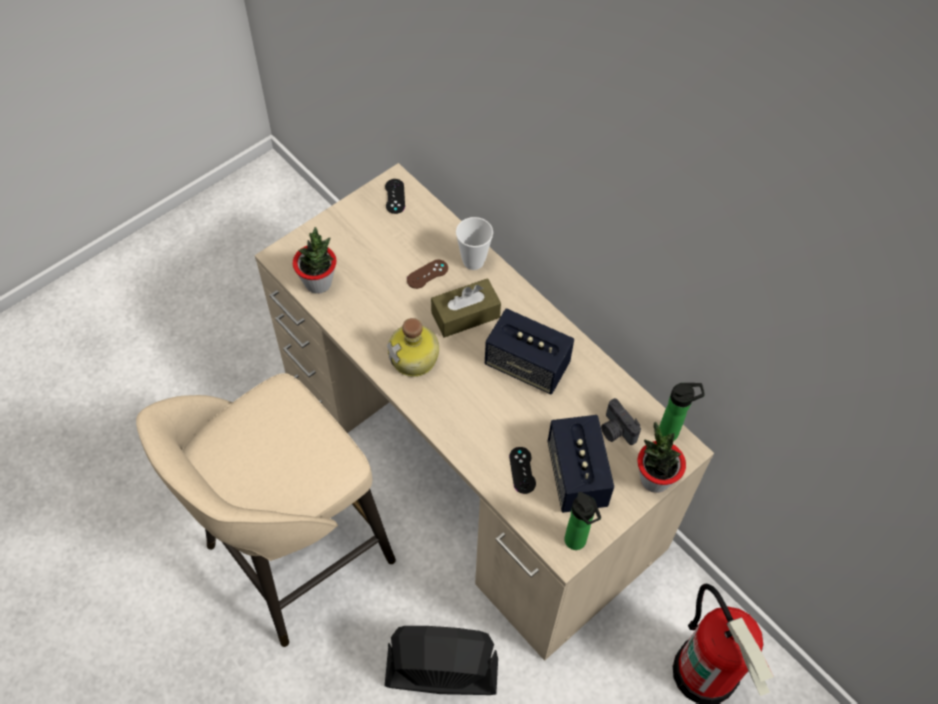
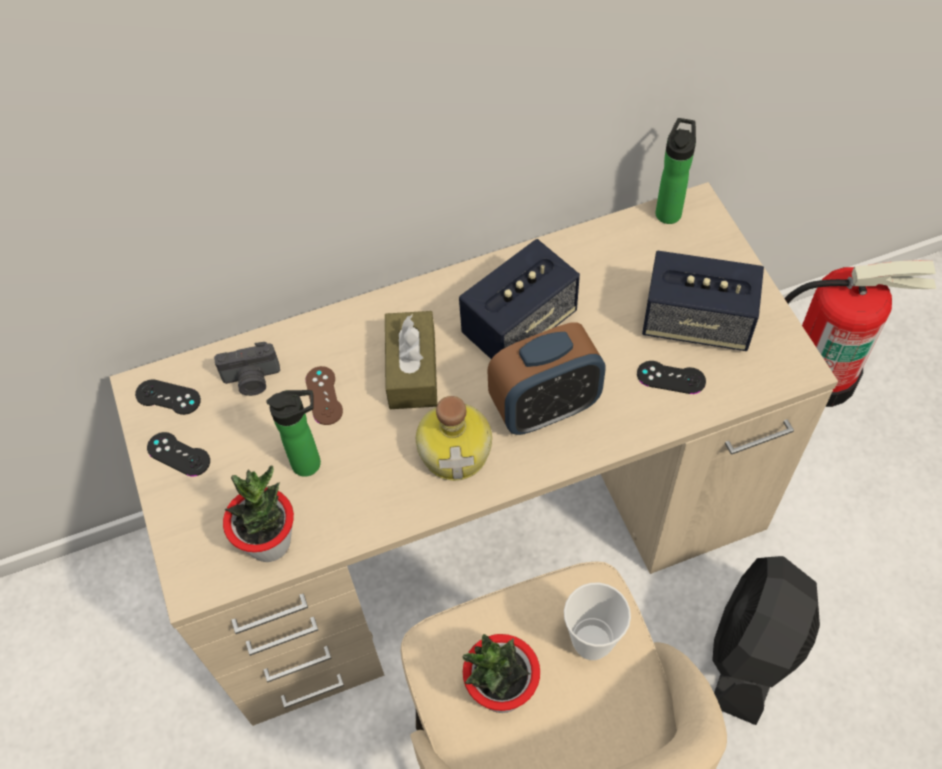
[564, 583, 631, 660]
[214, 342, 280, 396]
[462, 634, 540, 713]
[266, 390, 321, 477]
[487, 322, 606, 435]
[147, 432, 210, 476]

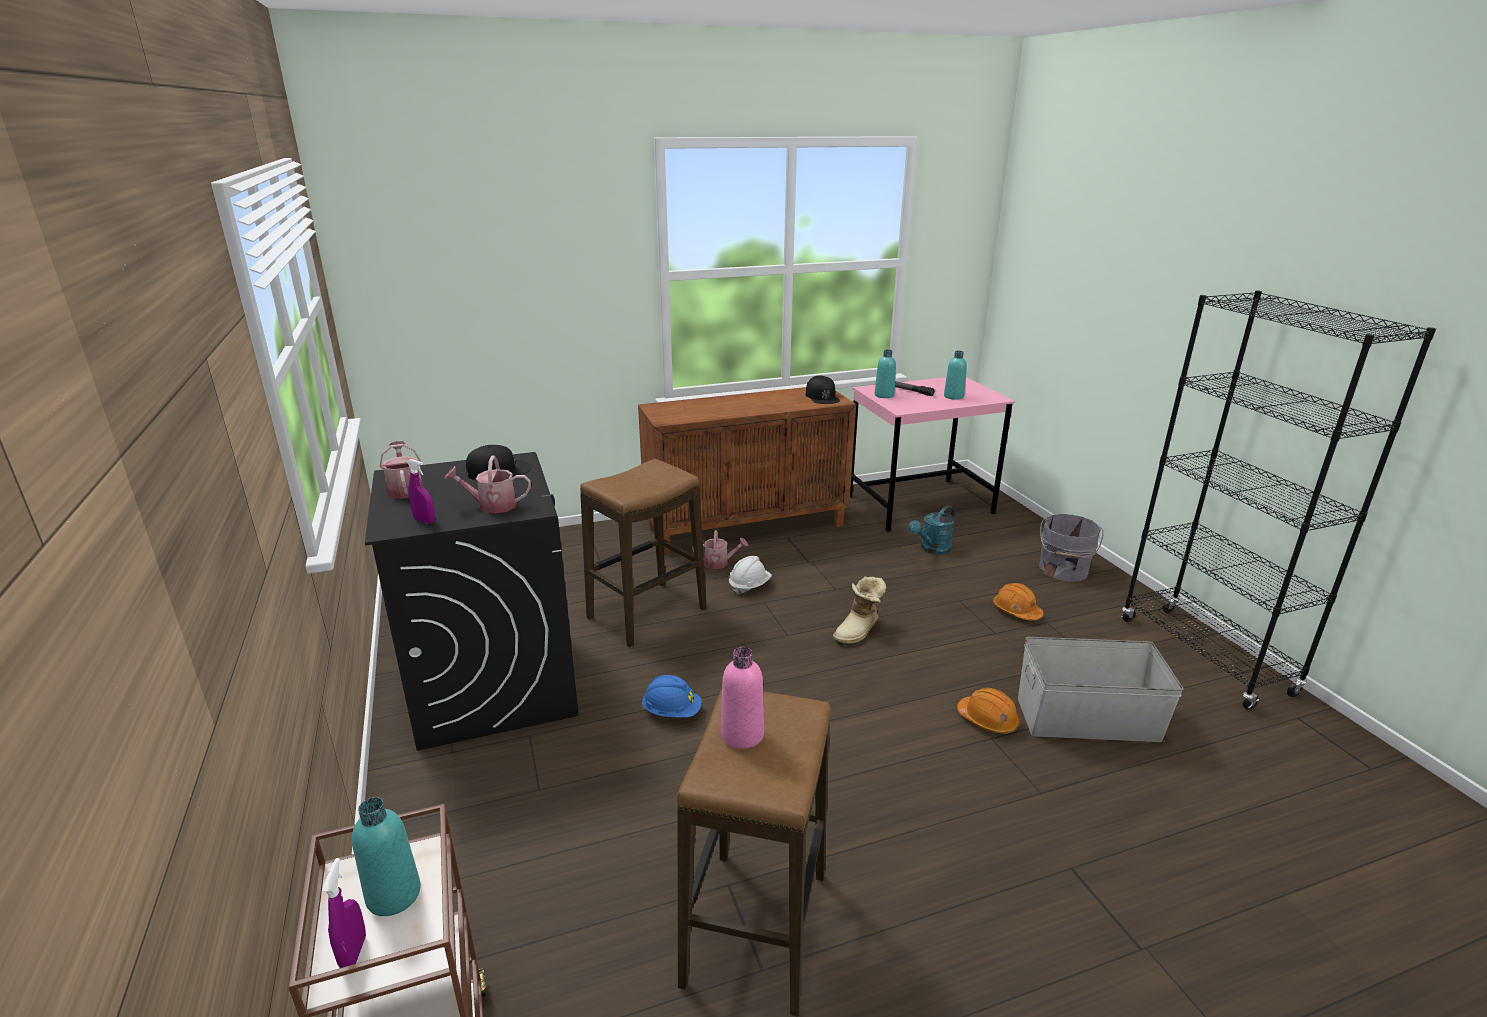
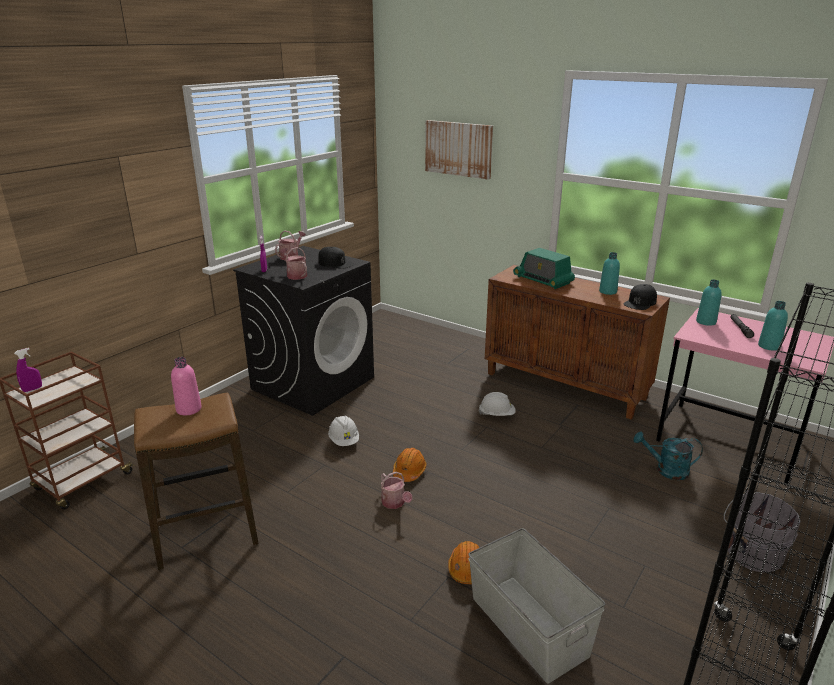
[580, 459, 707, 648] (first image)
[381, 472, 412, 509]
[833, 576, 887, 646] (first image)
[393, 448, 427, 482]
[328, 415, 359, 446]
[599, 252, 620, 295]
[425, 120, 493, 180]
[513, 248, 575, 289]

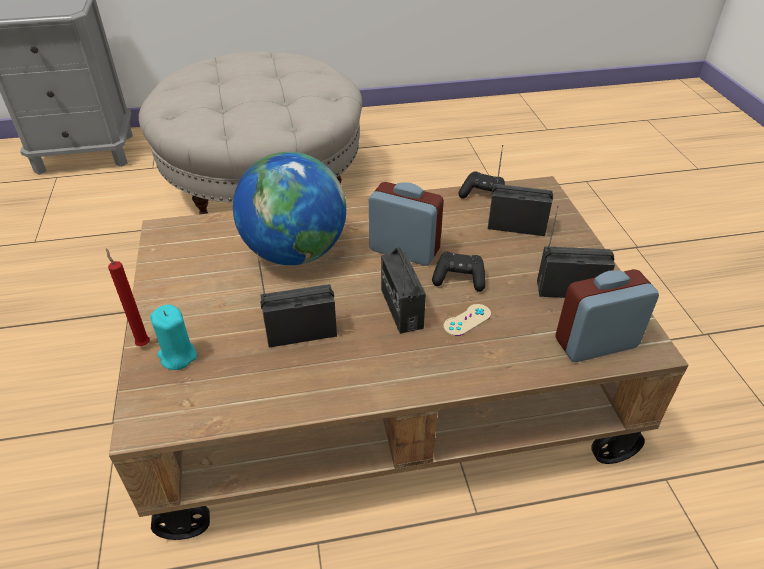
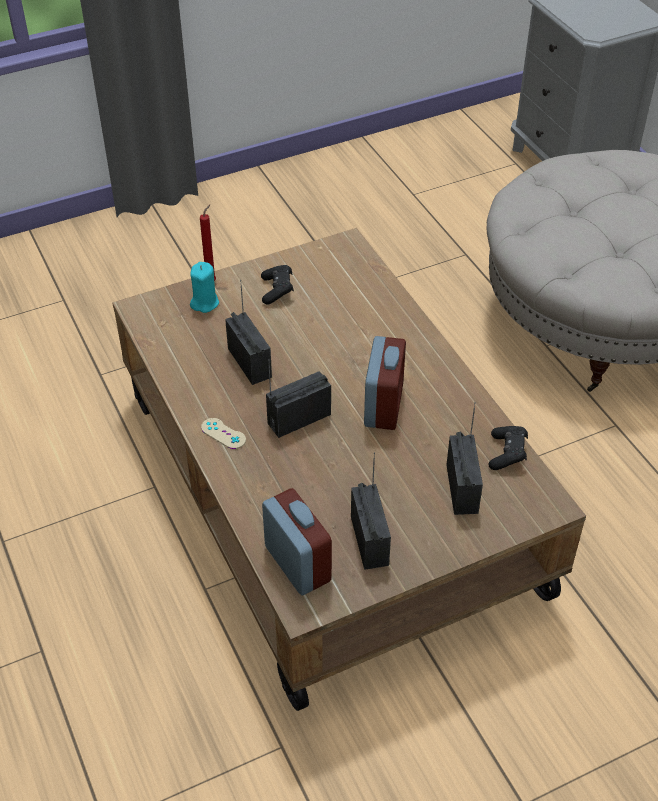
[233, 152, 346, 265] (first image)
[261, 265, 294, 305]
[201, 418, 246, 449]

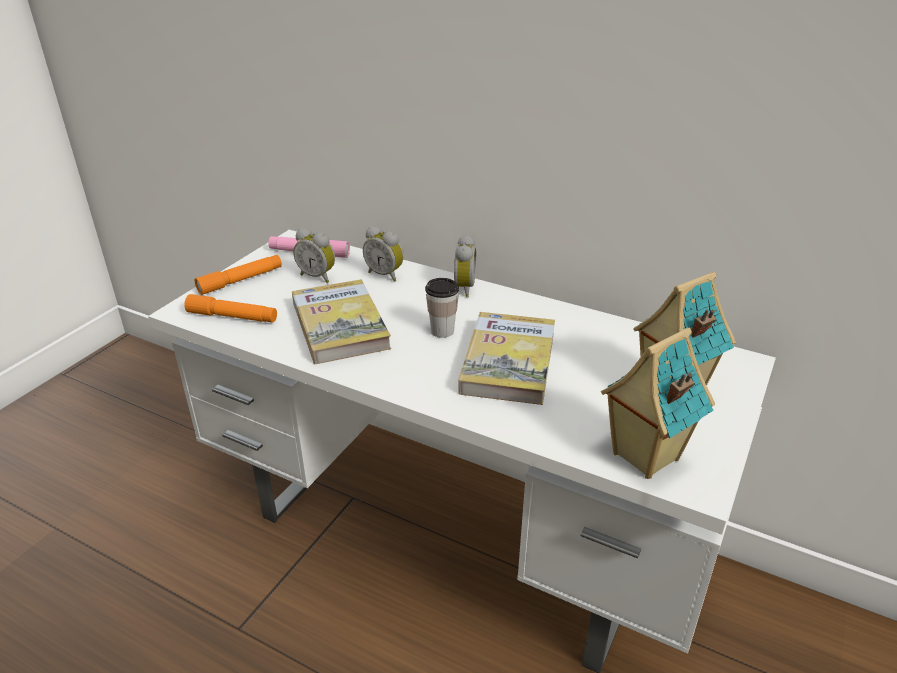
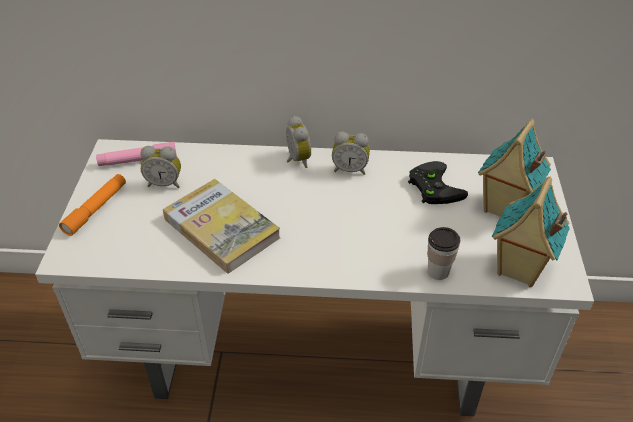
[332, 132, 370, 175]
[428, 227, 460, 280]
[184, 294, 277, 322] (first image)
[458, 312, 555, 405] (first image)
[408, 161, 468, 204]

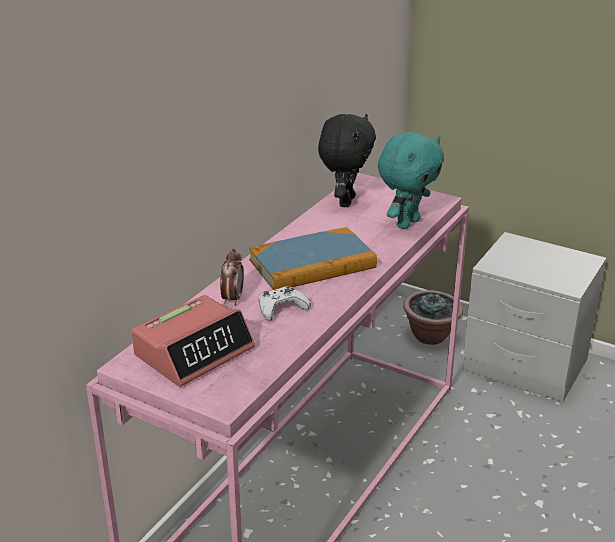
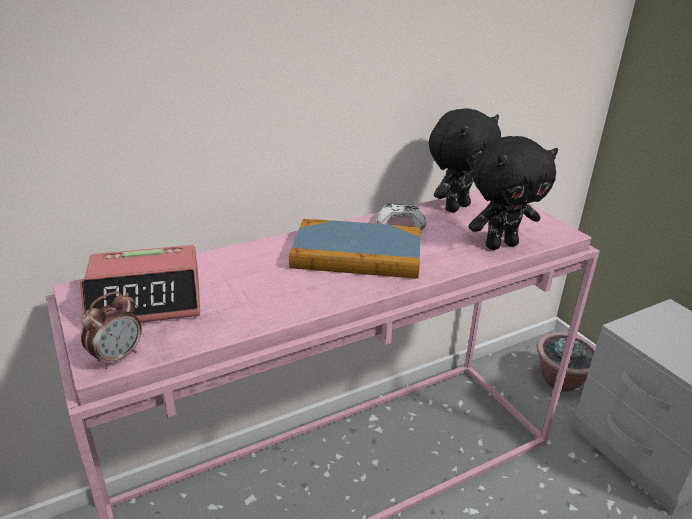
[469, 136, 558, 250]
[81, 291, 142, 369]
[377, 202, 426, 230]

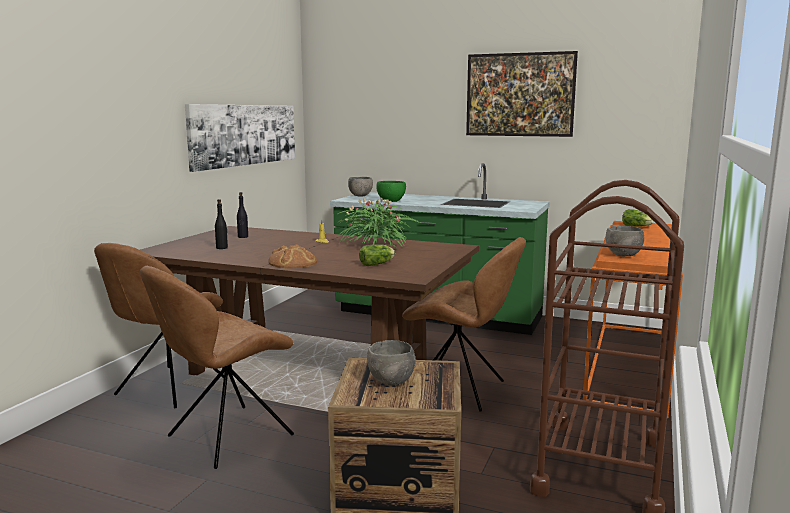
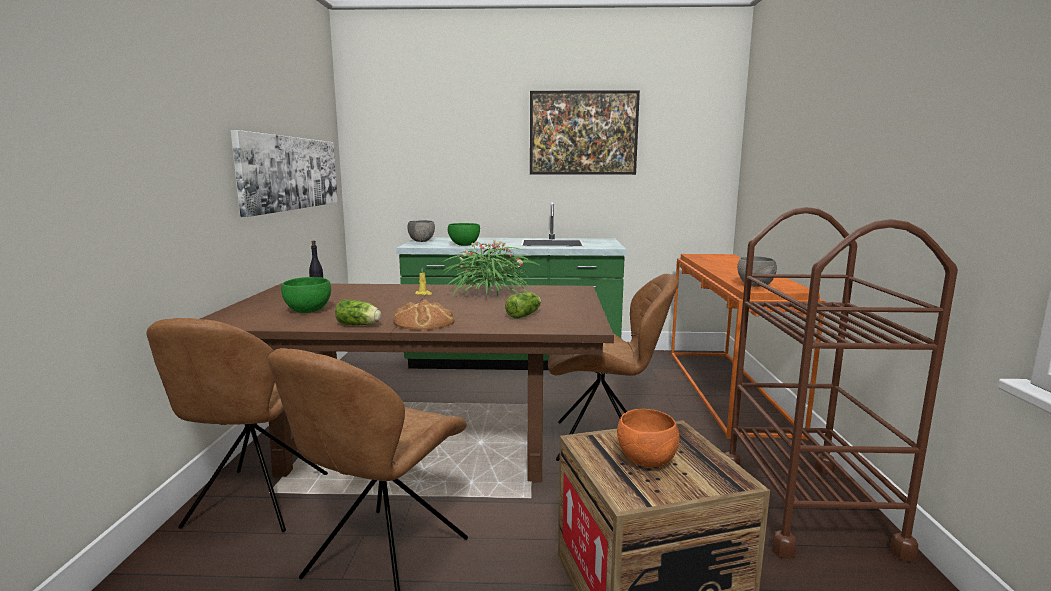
[281, 277, 331, 313]
[335, 299, 381, 325]
[617, 409, 680, 467]

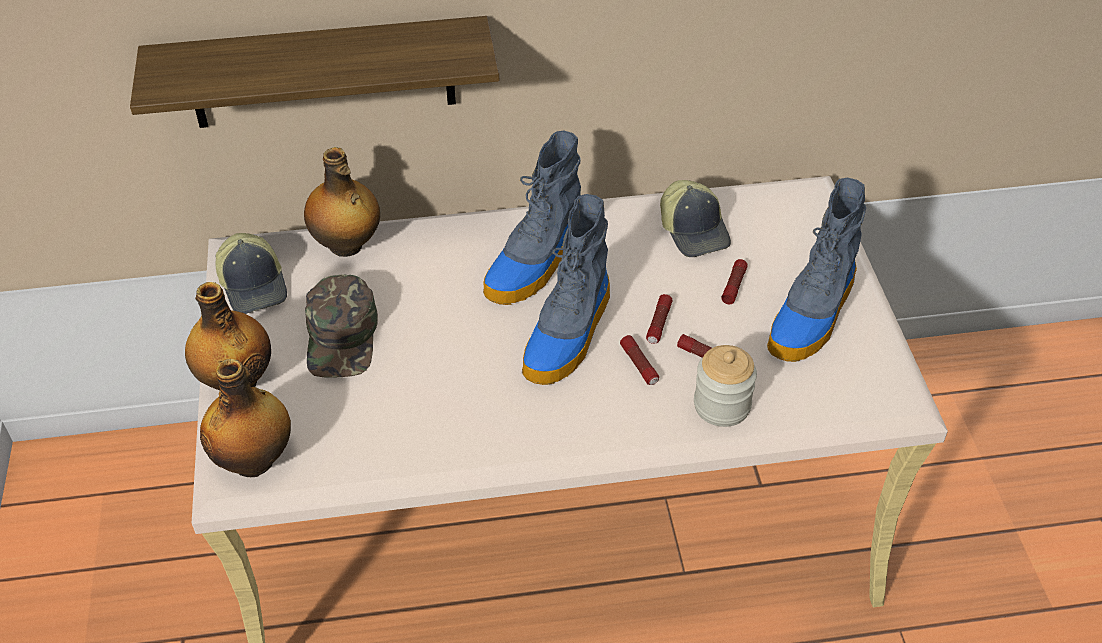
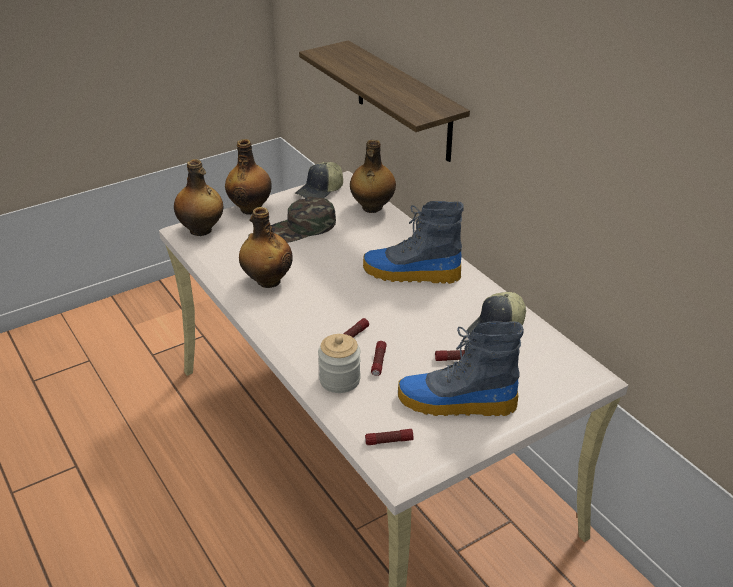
[522, 194, 610, 385] (first image)
[365, 429, 414, 445]
[239, 207, 293, 288]

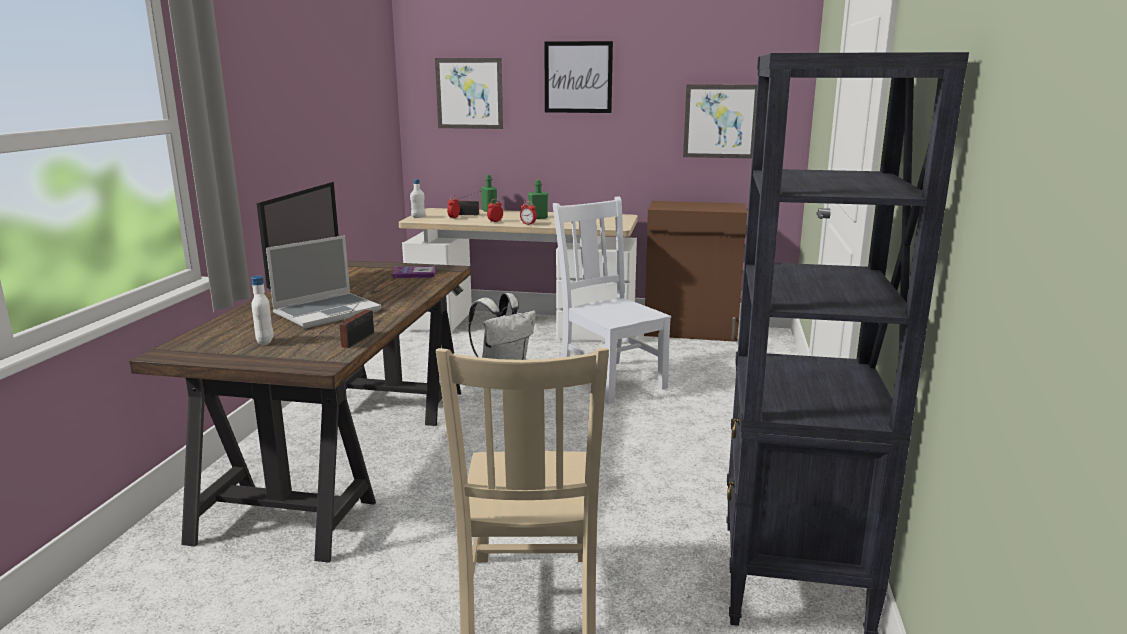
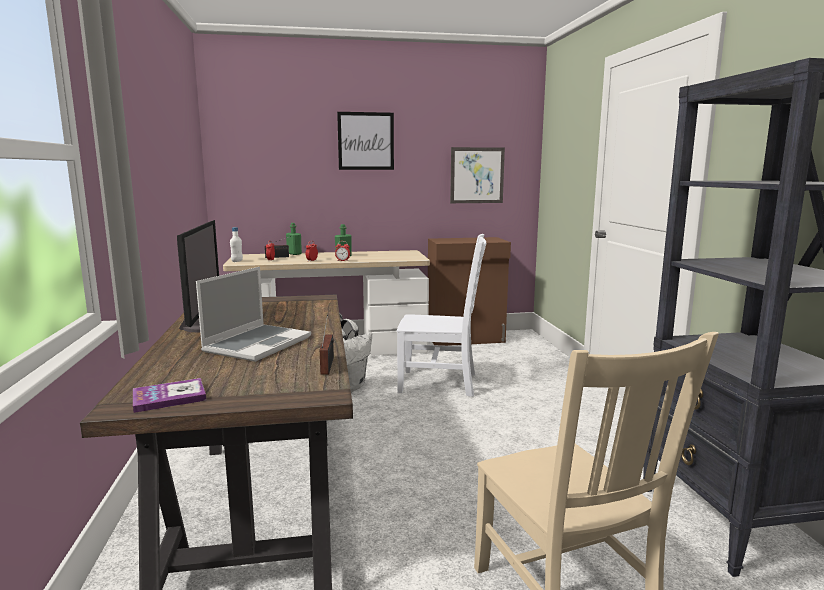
[435, 58, 503, 129] (first image)
[397, 234, 486, 397]
[133, 378, 206, 413]
[251, 276, 274, 345] (first image)

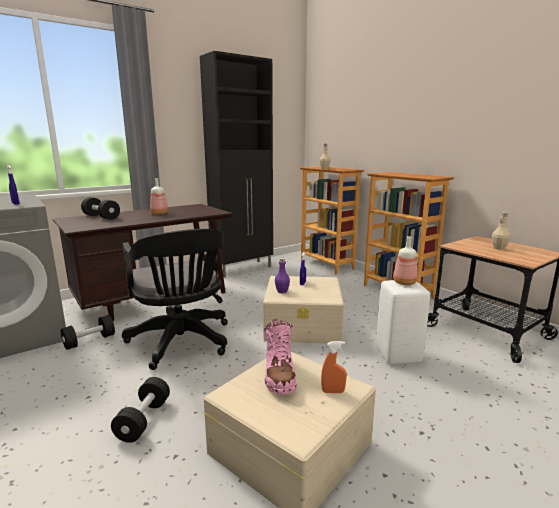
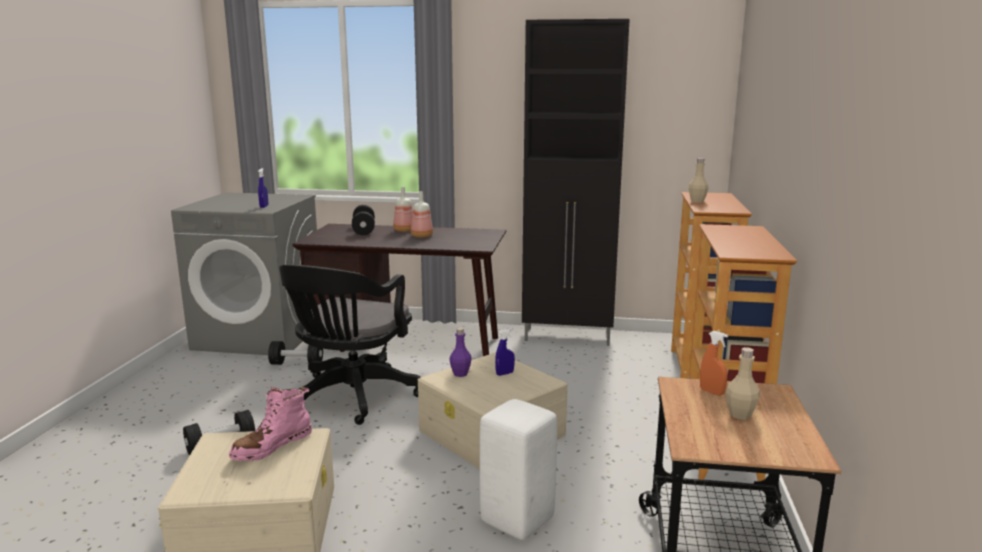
[393, 187, 413, 232]
[700, 331, 728, 396]

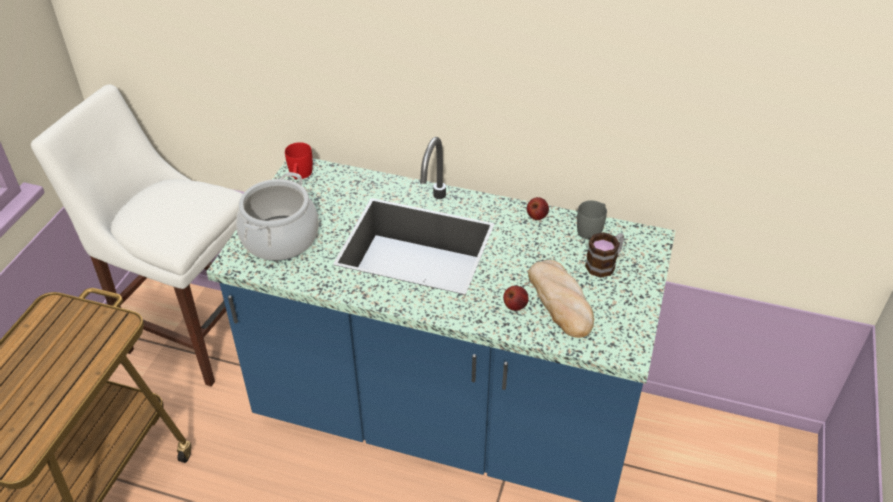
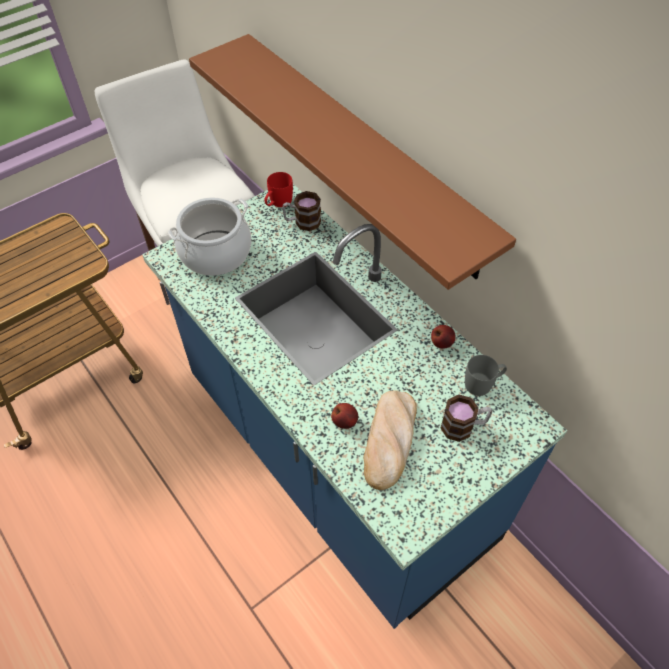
[189, 34, 516, 290]
[282, 191, 321, 231]

